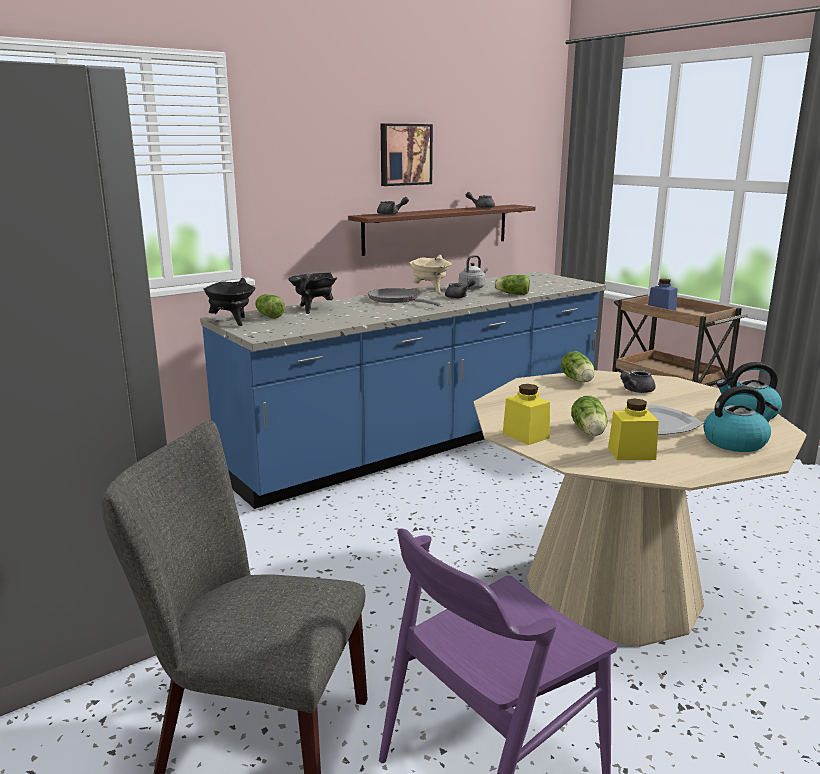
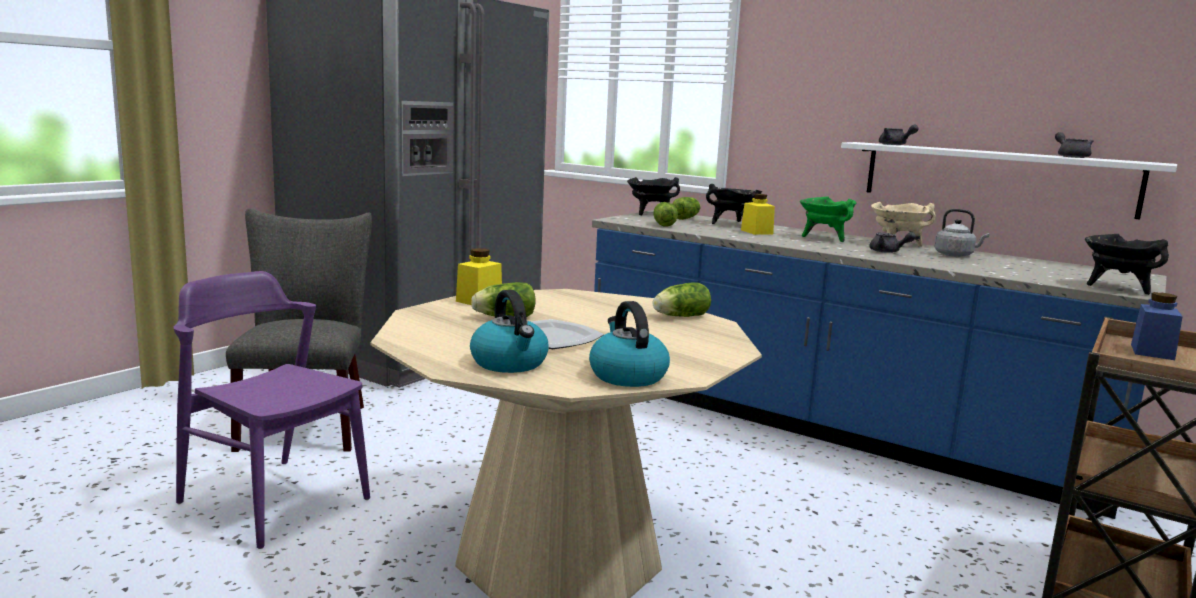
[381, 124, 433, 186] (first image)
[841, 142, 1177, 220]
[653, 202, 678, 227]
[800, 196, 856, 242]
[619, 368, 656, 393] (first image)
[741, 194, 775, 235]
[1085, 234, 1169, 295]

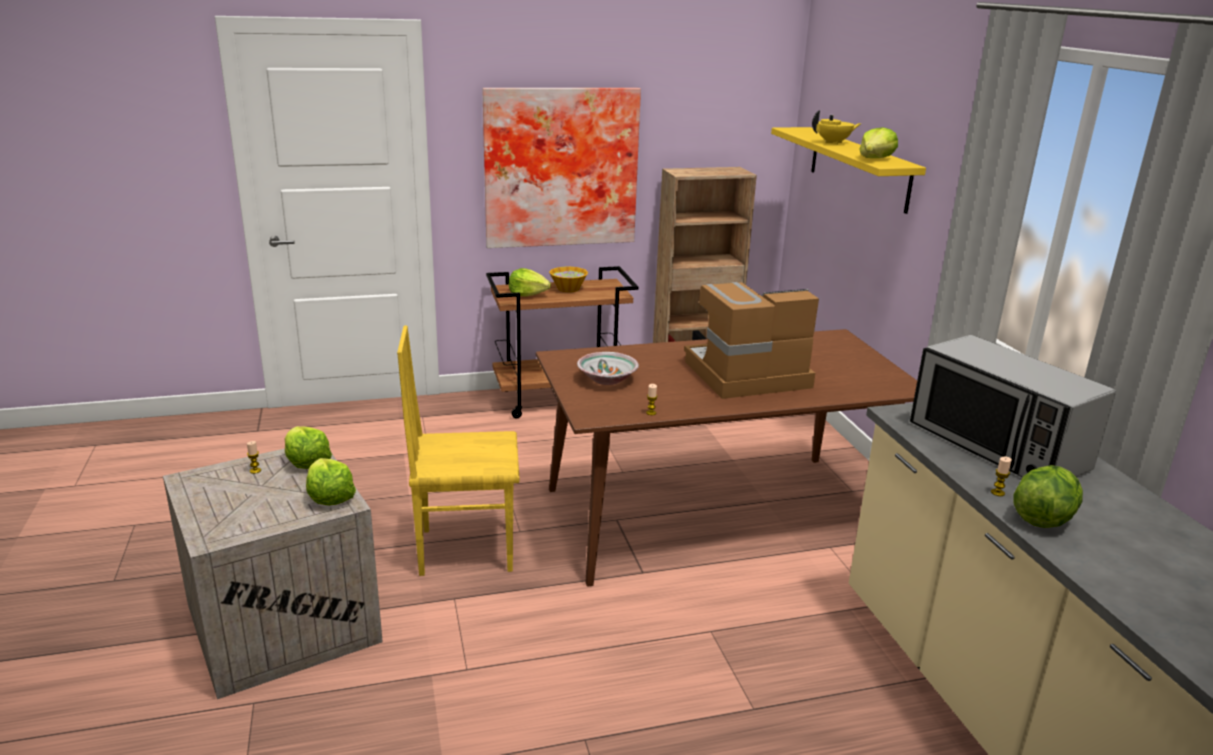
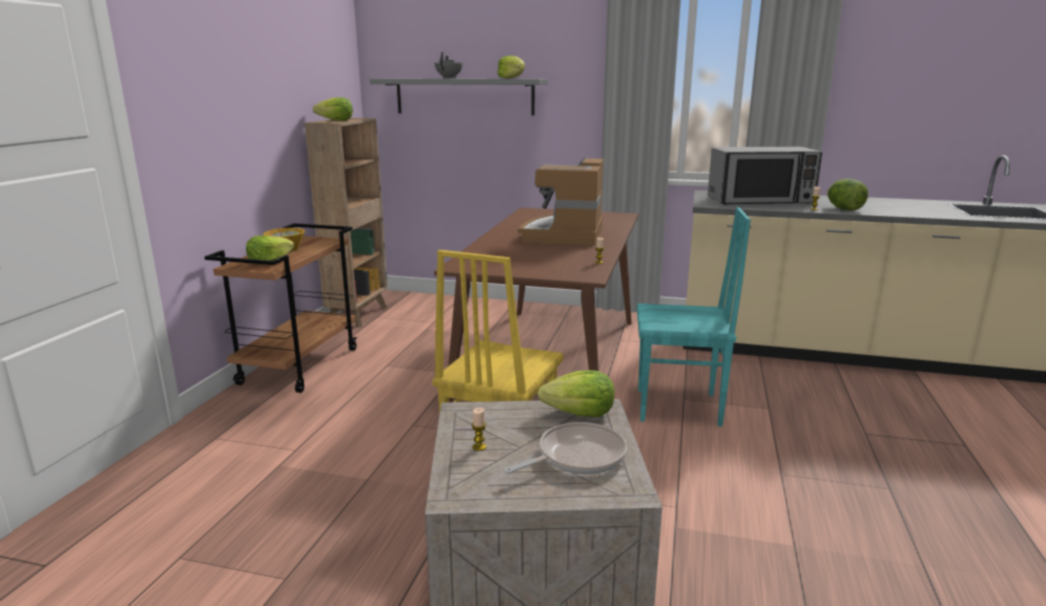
[482, 88, 641, 248] (first image)
[435, 52, 463, 78]
[370, 78, 548, 116]
[577, 352, 639, 385] (first image)
[313, 97, 353, 121]
[637, 207, 751, 426]
[504, 422, 627, 475]

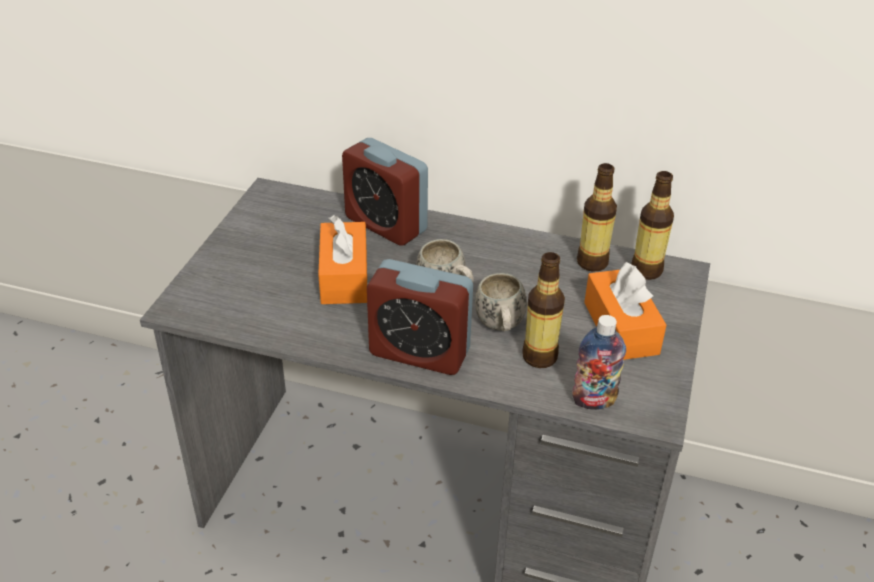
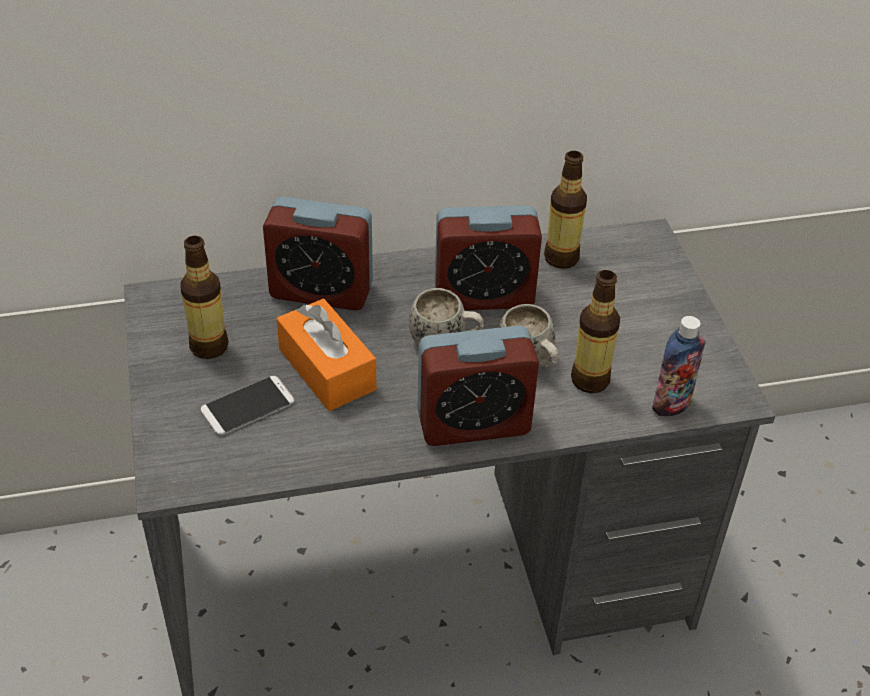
[180, 236, 228, 359]
[584, 262, 666, 360] (first image)
[435, 205, 542, 310]
[200, 376, 294, 435]

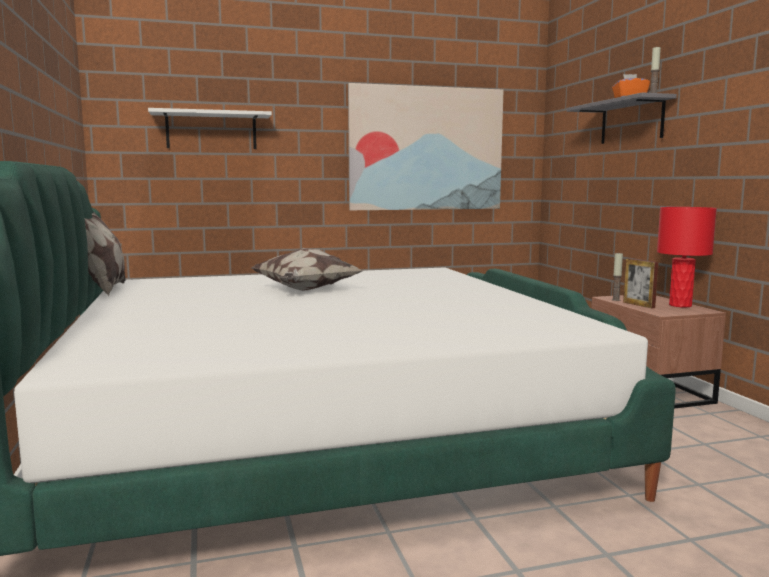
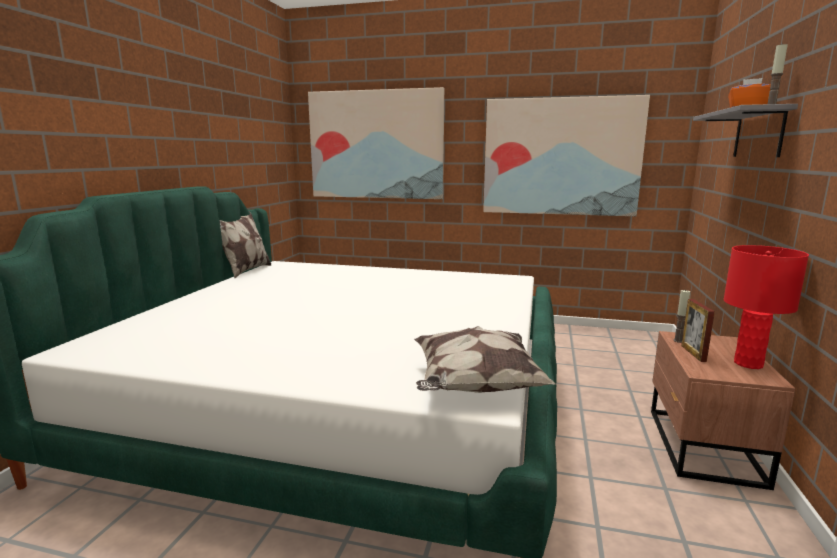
[308, 87, 444, 199]
[414, 326, 556, 393]

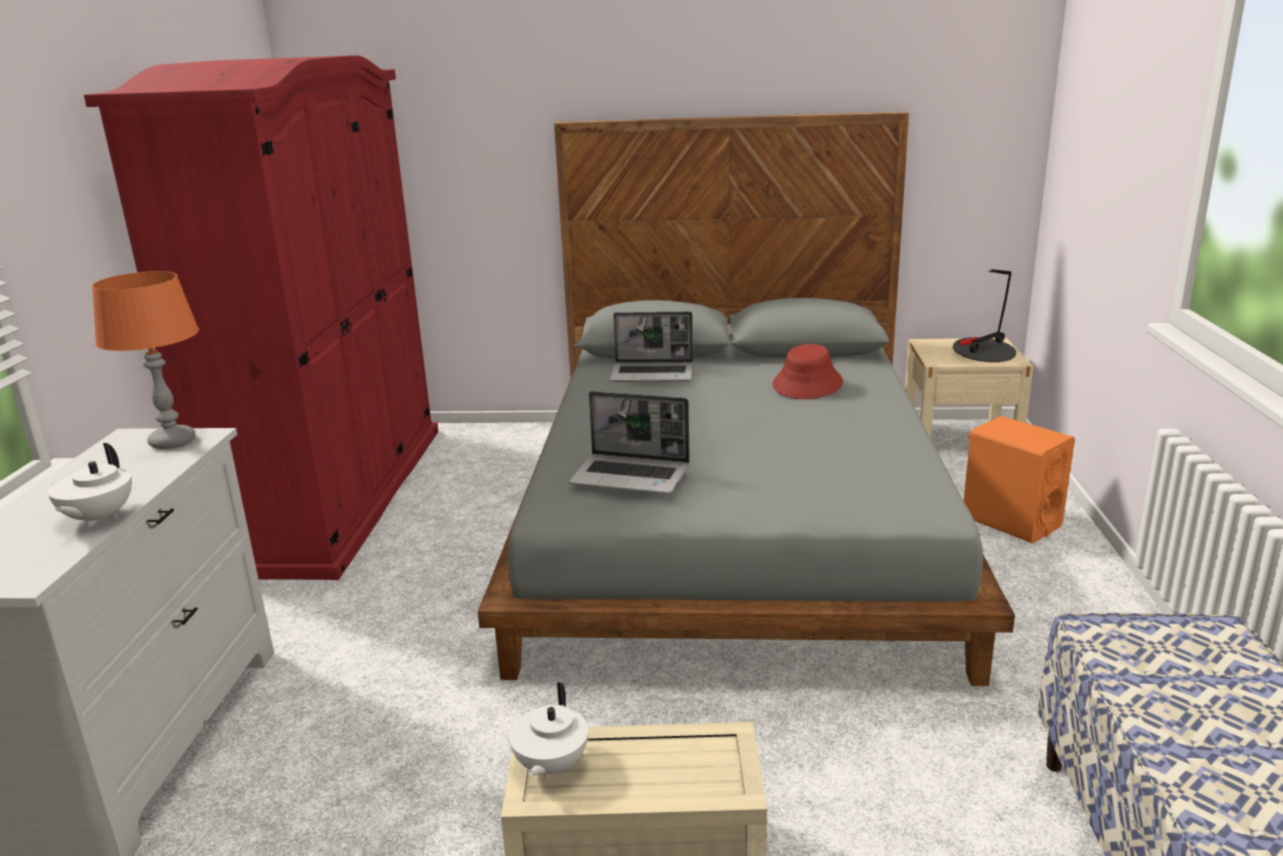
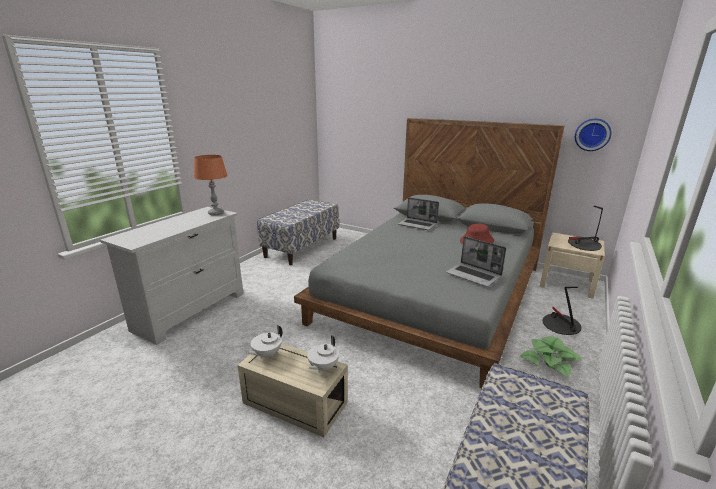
[257, 199, 339, 265]
[446, 236, 506, 287]
[543, 287, 581, 335]
[307, 336, 339, 372]
[575, 119, 612, 151]
[520, 336, 583, 378]

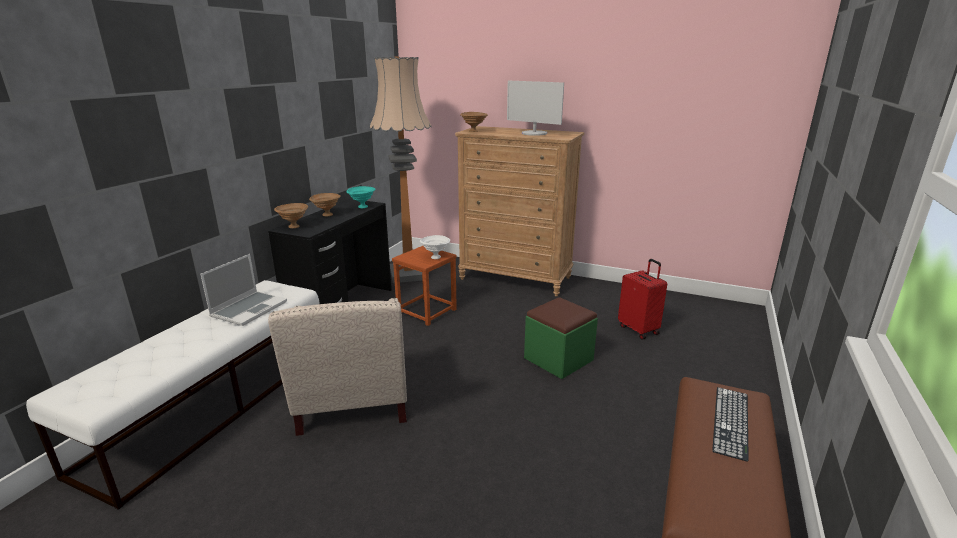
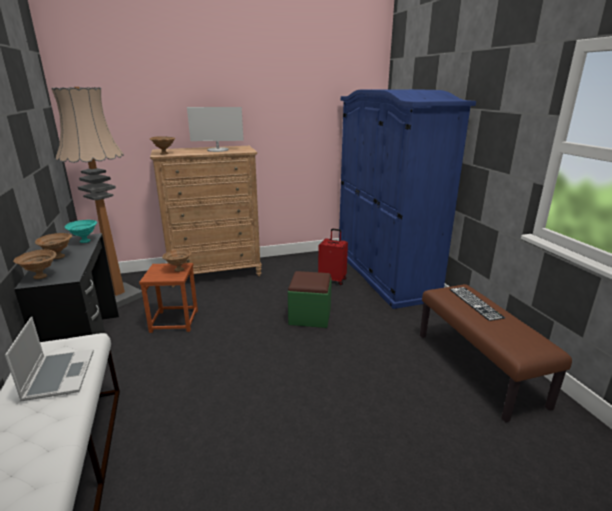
[162, 249, 191, 272]
[268, 298, 407, 436] (first image)
[339, 89, 476, 309]

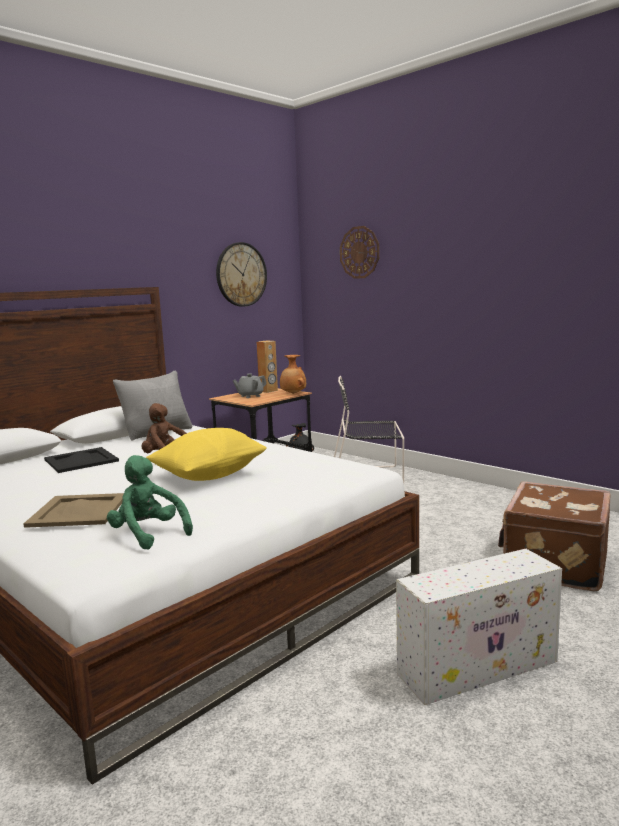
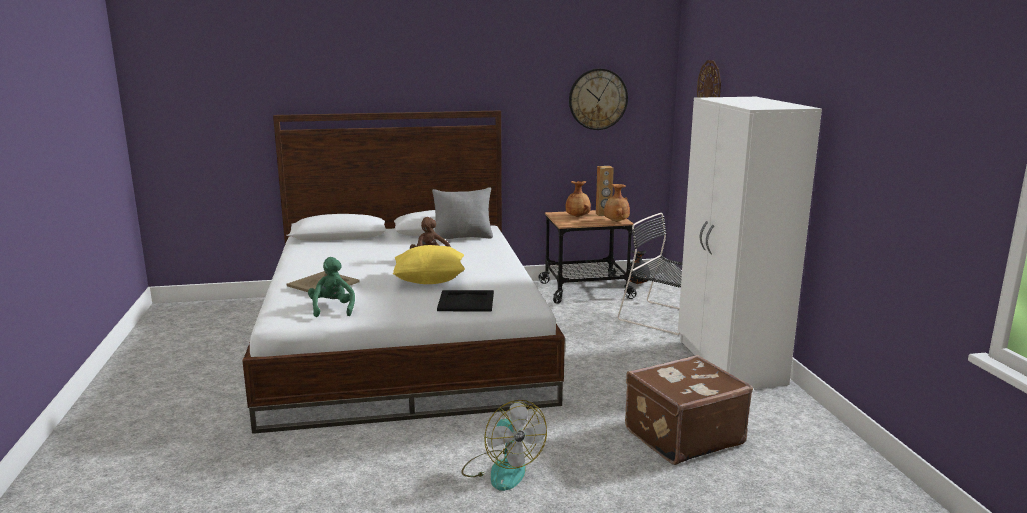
[565, 181, 591, 217]
[437, 290, 494, 312]
[461, 400, 547, 491]
[678, 97, 822, 388]

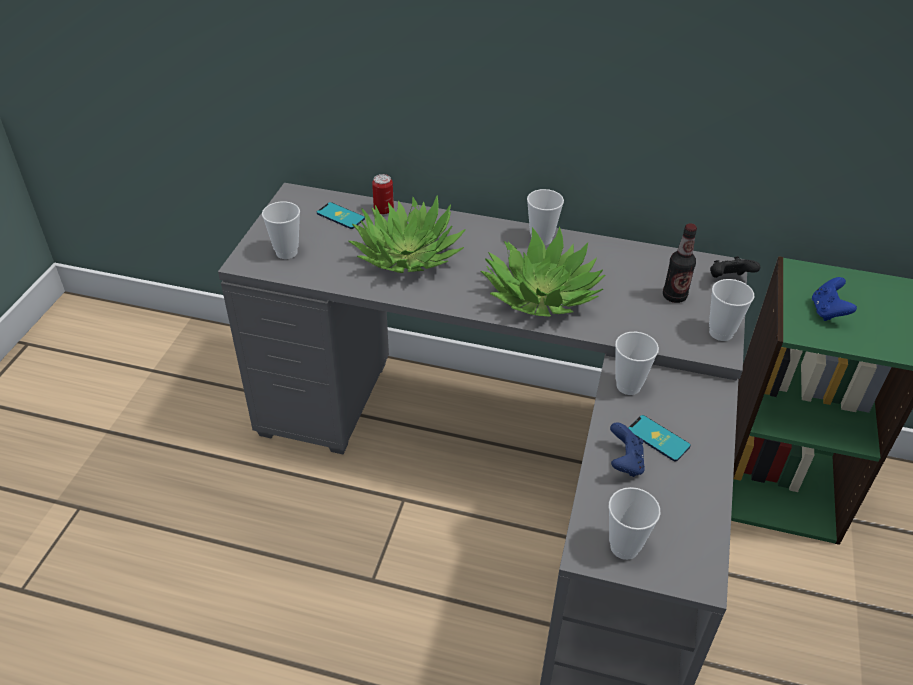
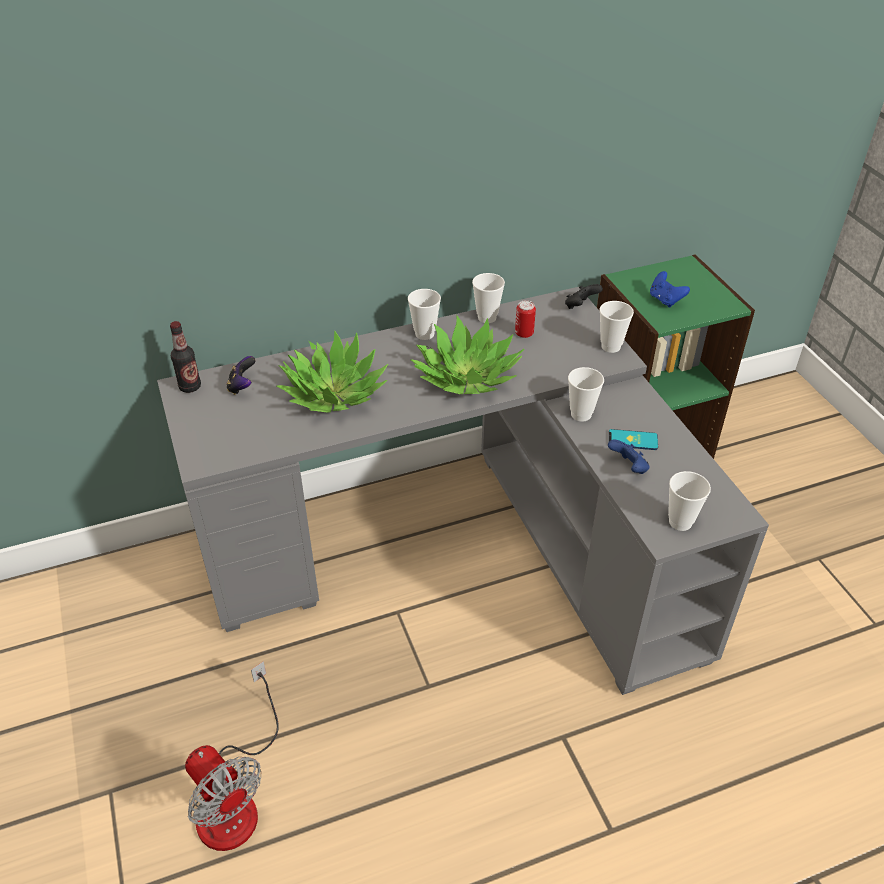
[515, 300, 536, 338]
[472, 273, 505, 323]
[226, 356, 255, 395]
[170, 321, 201, 393]
[185, 661, 279, 851]

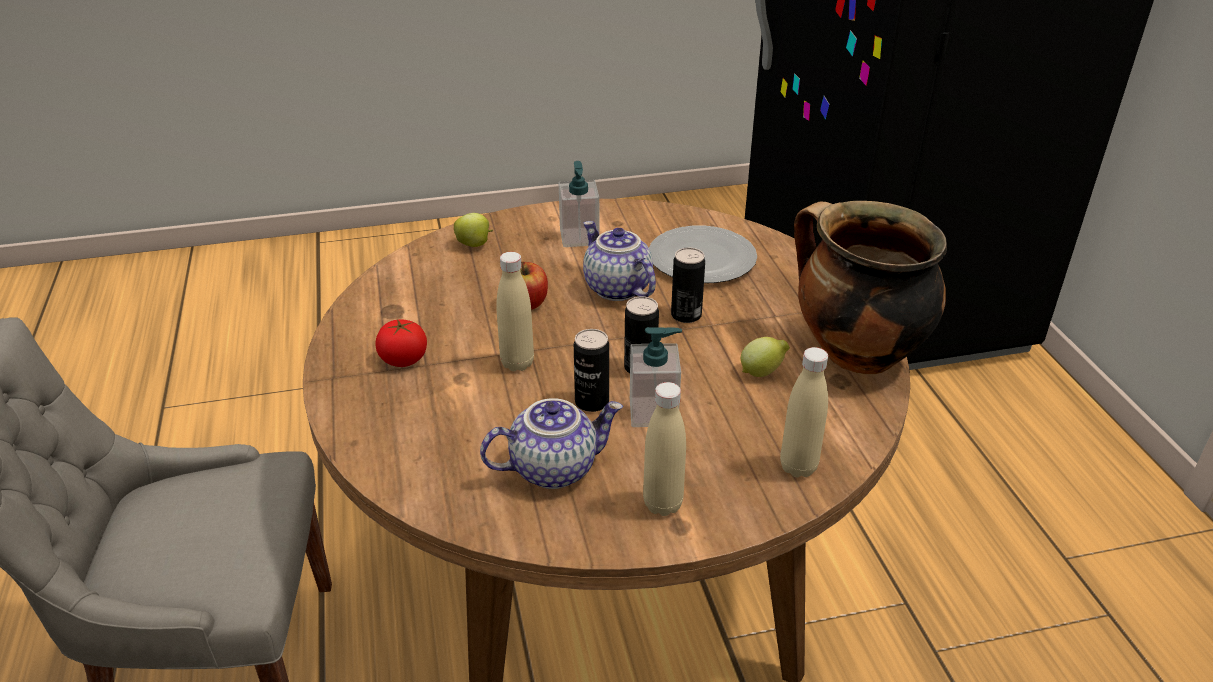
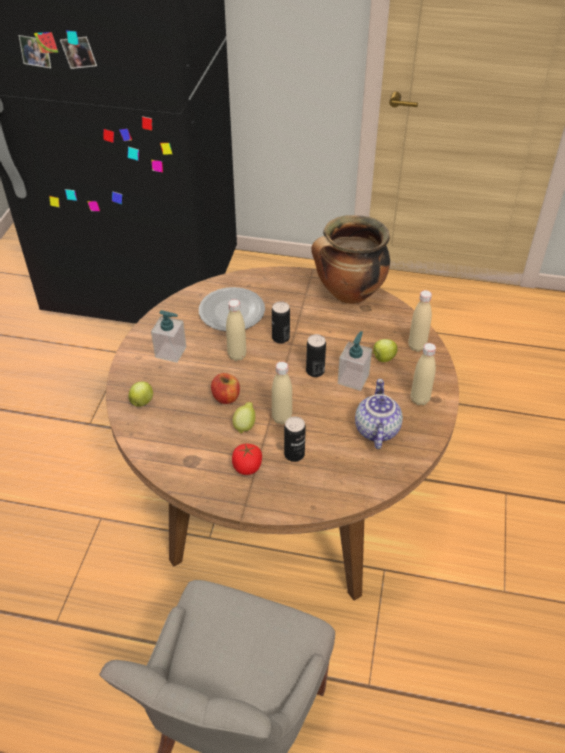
[226, 299, 246, 361]
[284, 417, 306, 462]
[232, 402, 255, 433]
[372, 339, 397, 362]

